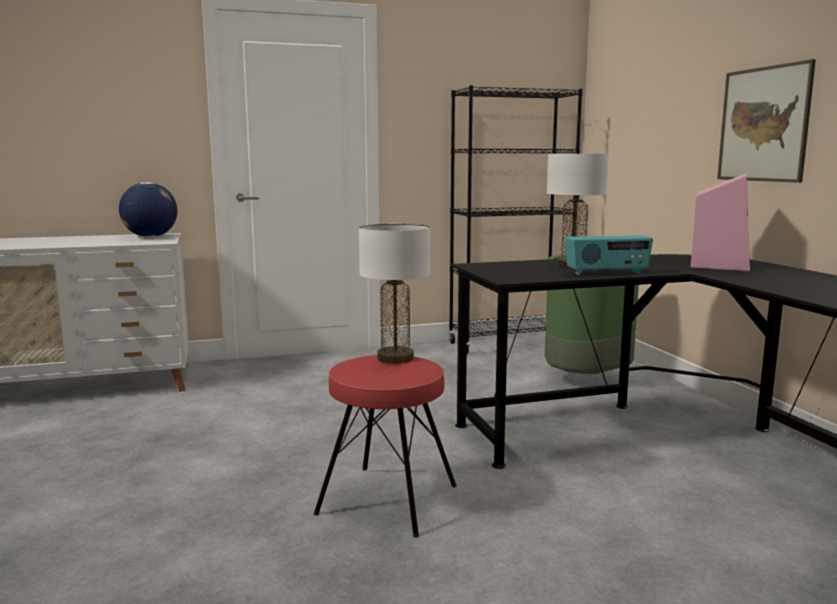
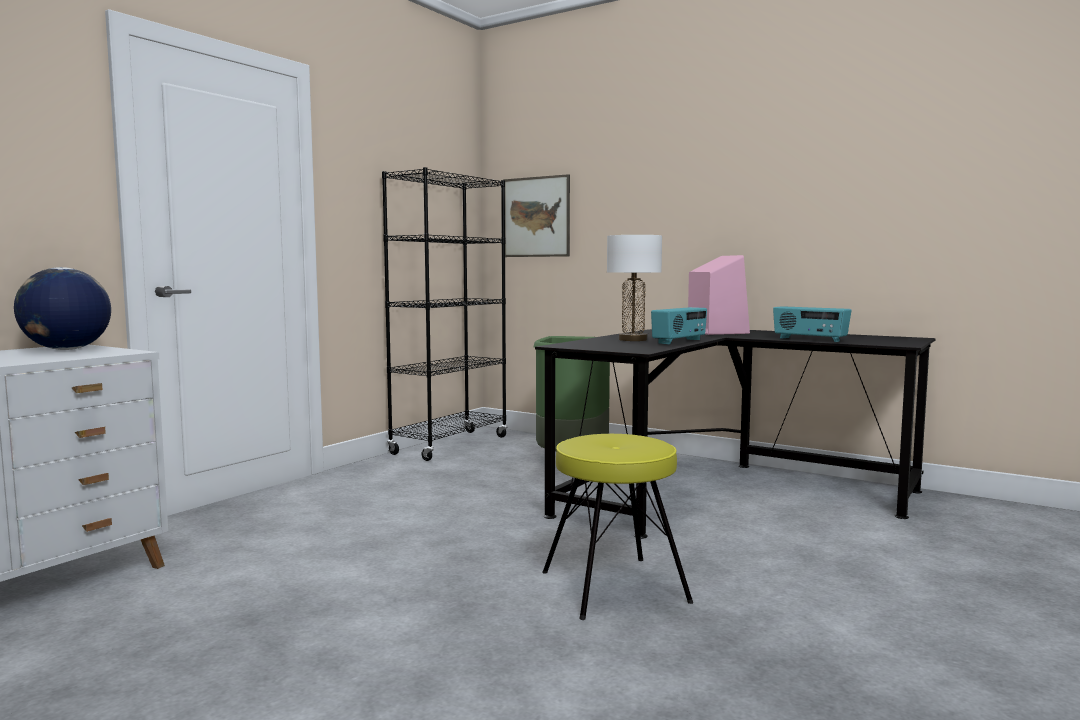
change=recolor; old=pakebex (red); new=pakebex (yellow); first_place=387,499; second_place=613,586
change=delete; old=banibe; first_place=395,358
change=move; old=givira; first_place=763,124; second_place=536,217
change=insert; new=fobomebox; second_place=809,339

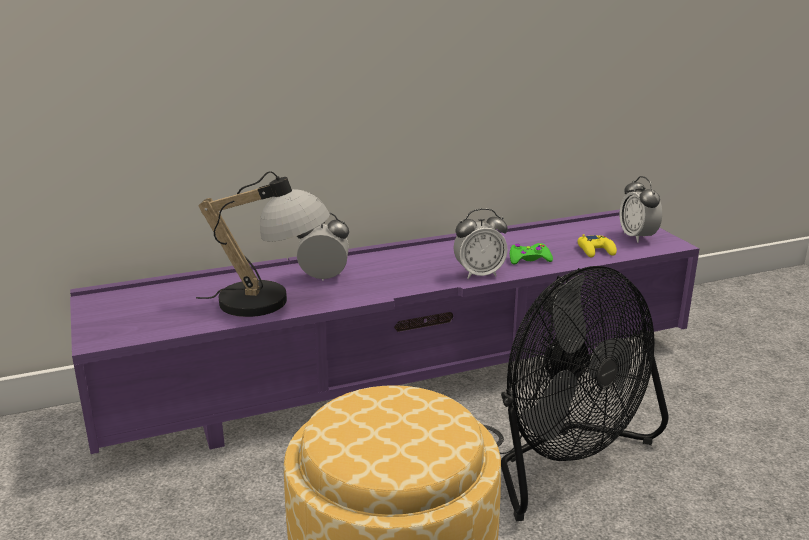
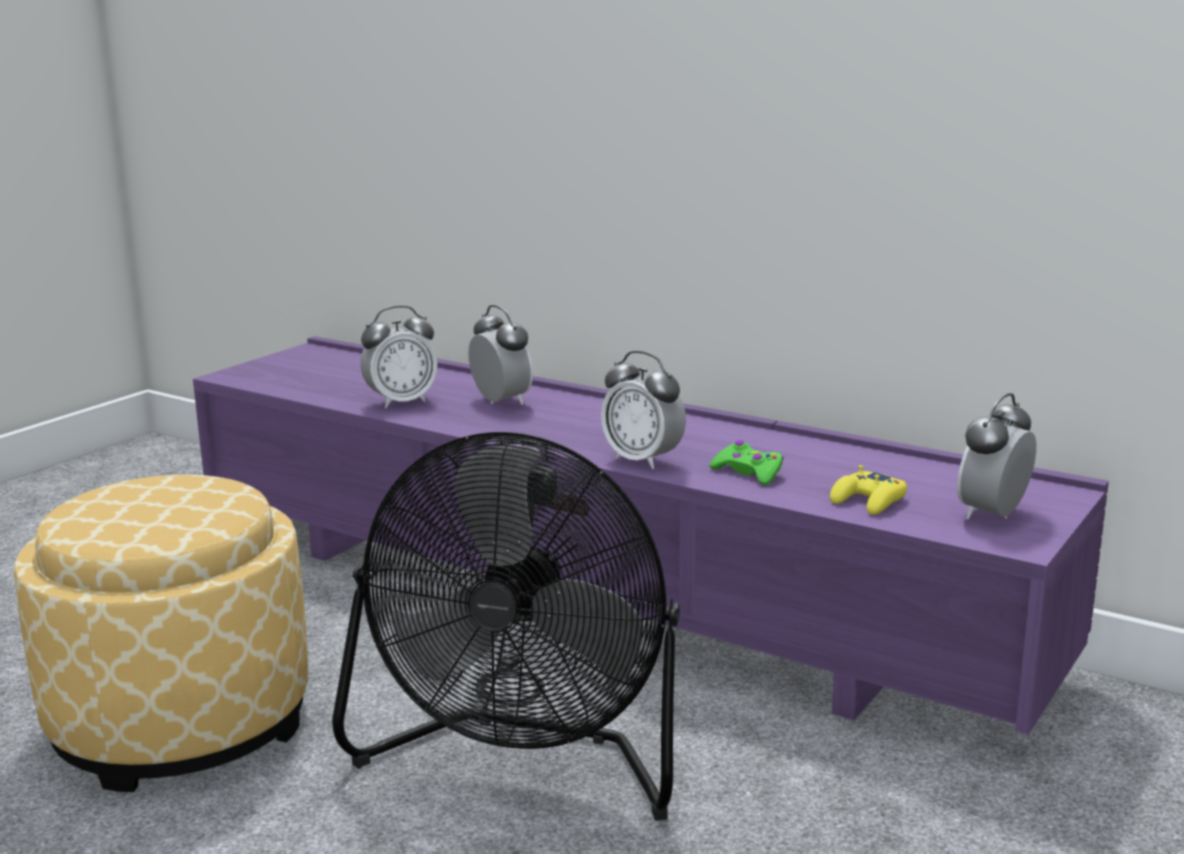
change=replace; old=banibe; new=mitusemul; first_place=272,302; second_place=401,402

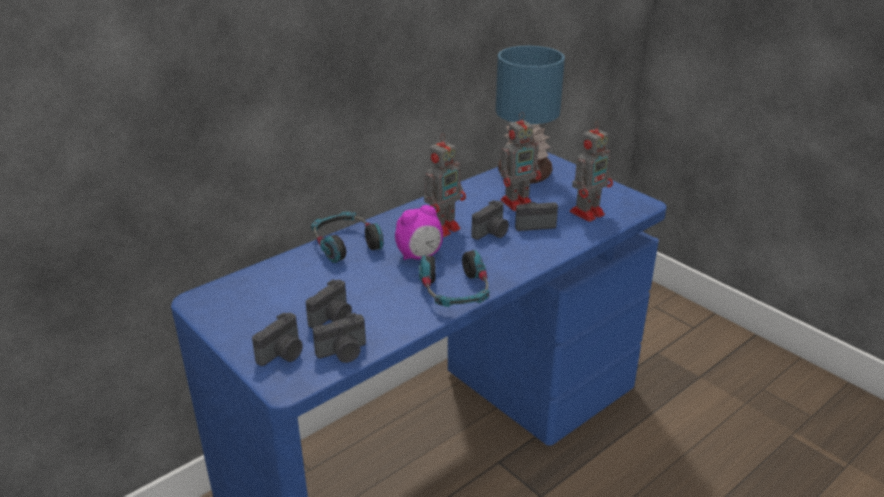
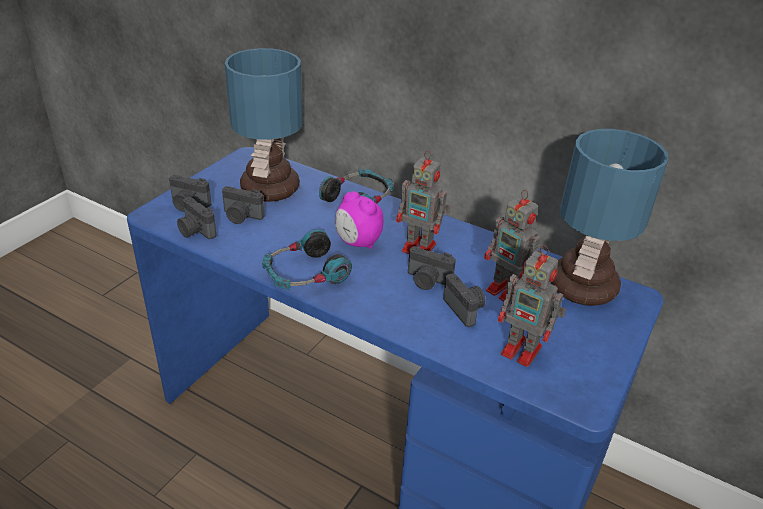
change=insert; new=banibe; second_place=270,187

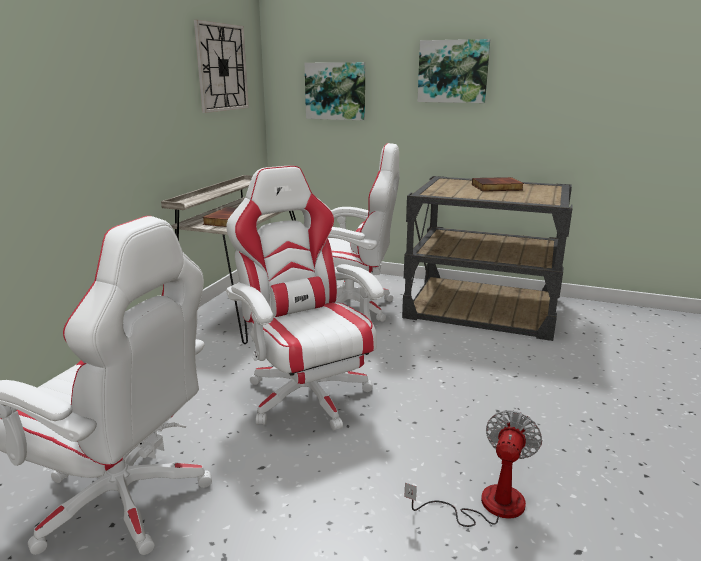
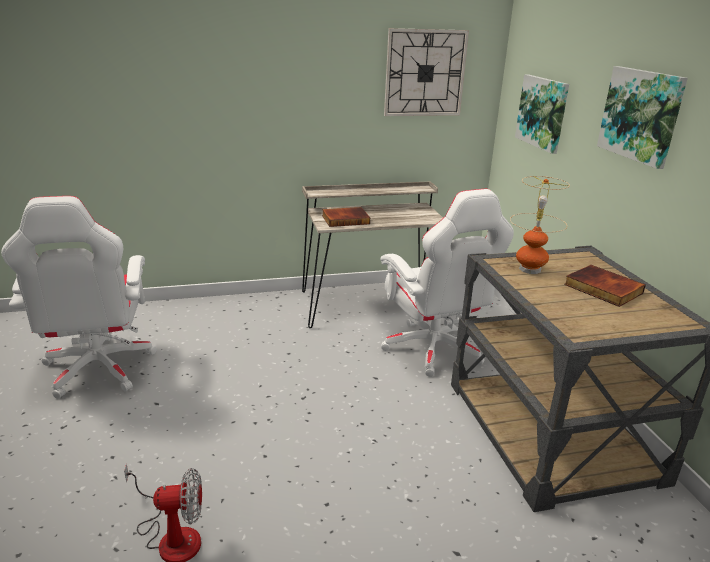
change=delete; old=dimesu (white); first_place=307,396
change=insert; new=banibe; second_place=529,269

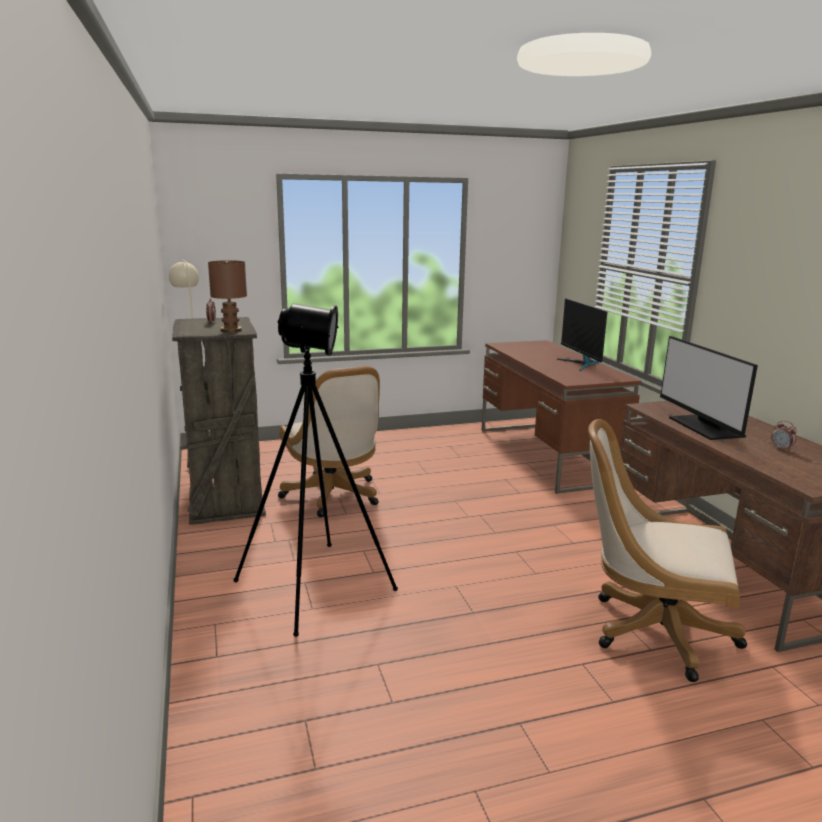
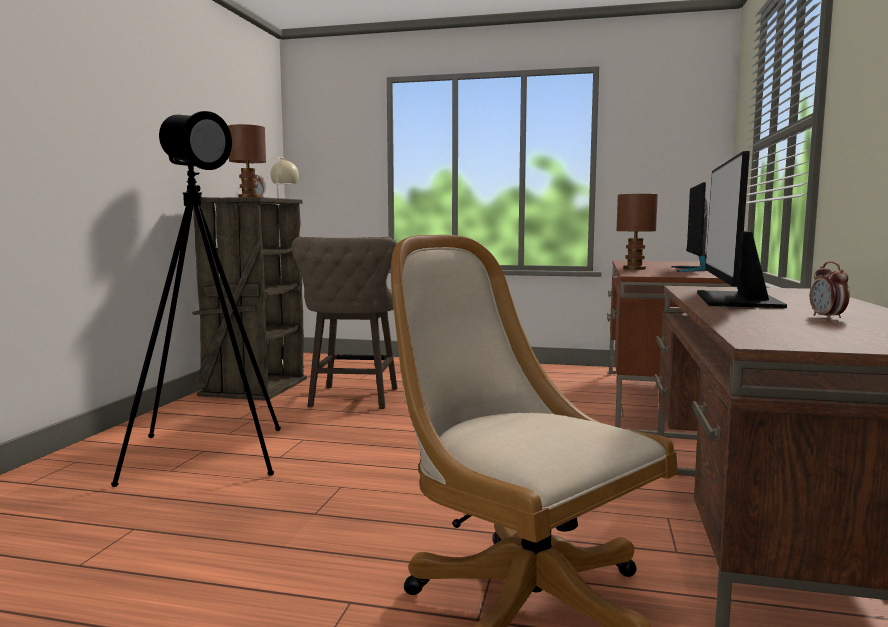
change=replace; old=dimesu; new=pakebex (beige); first_place=334,497; second_place=353,398
change=insert; new=banibe (brown); second_place=634,268

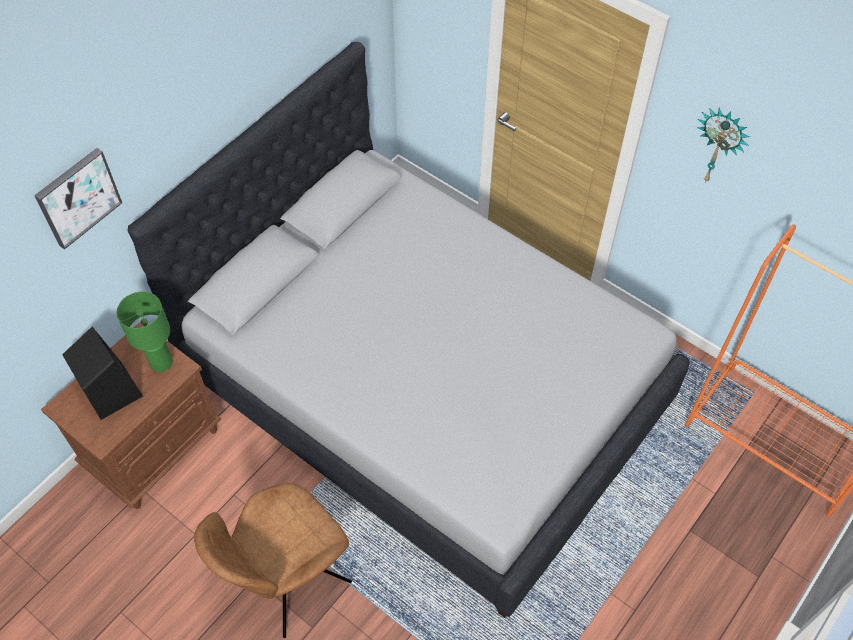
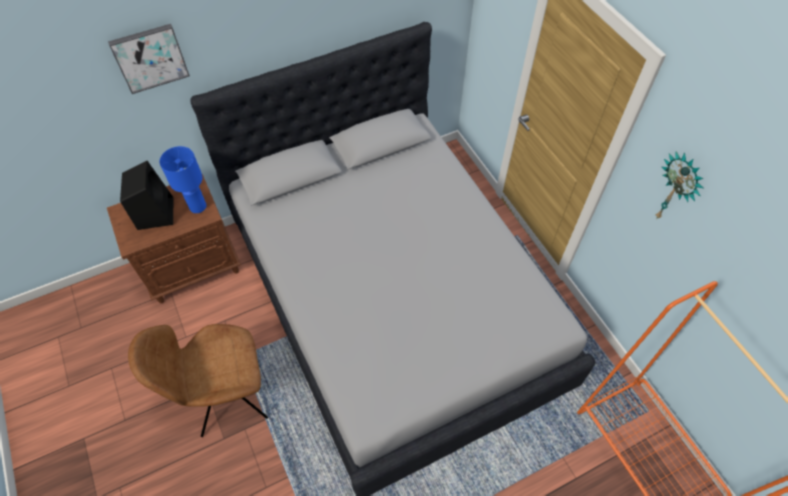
change=recolor; old=banibe (green); new=banibe (blue); first_place=162,363; second_place=198,207

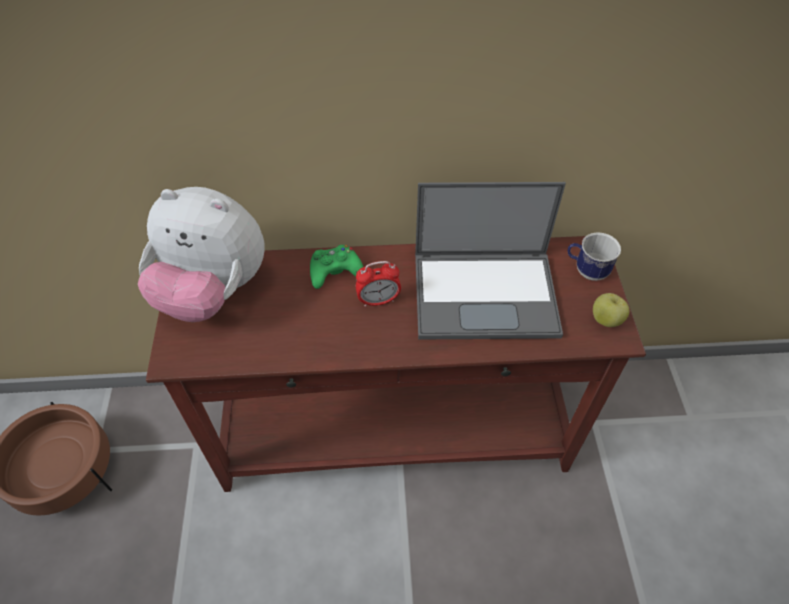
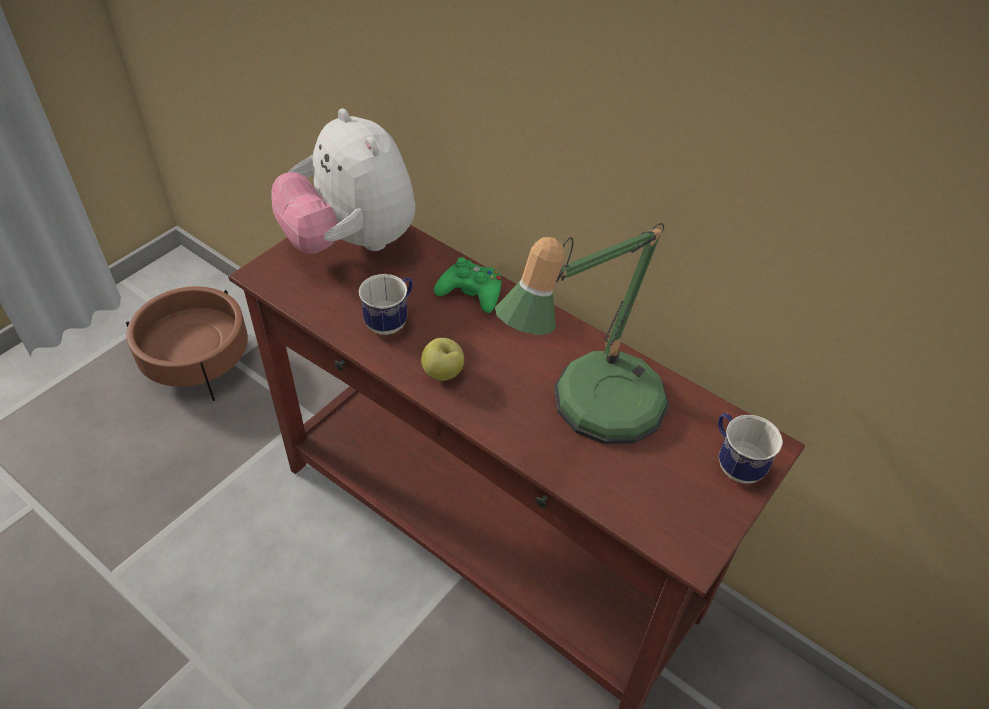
change=delete; old=mitusemul; first_place=378,300
change=replace; old=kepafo; new=banibe; first_place=486,293; second_place=593,409
change=move; old=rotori; first_place=606,320; second_place=443,373
change=insert; new=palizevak; second_place=391,321

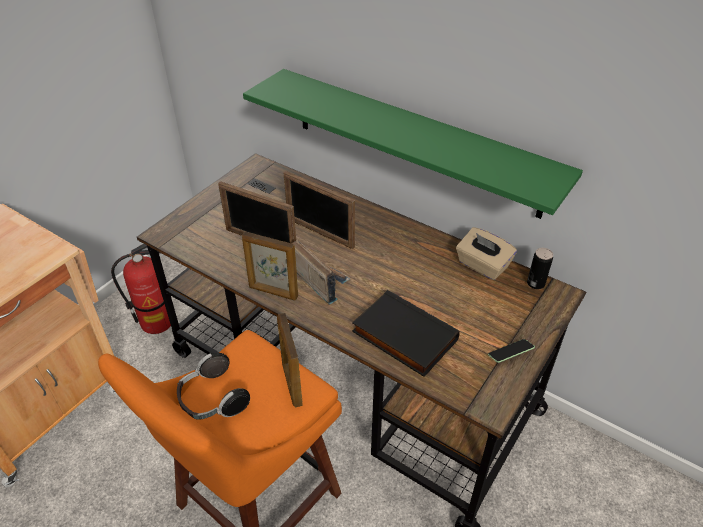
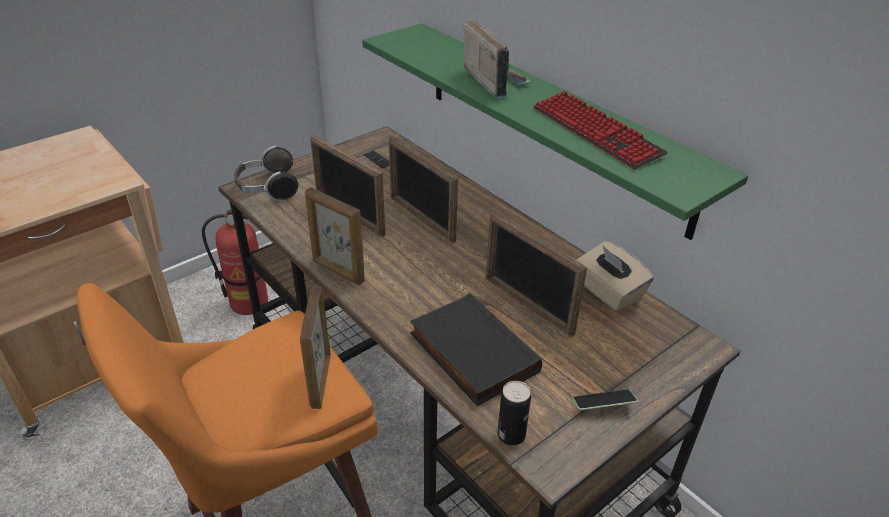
change=move; old=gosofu; first_place=212,400; second_place=267,188
change=move; old=fobomebox; first_place=320,280; second_place=494,80
change=move; old=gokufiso; first_place=535,283; second_place=511,434
change=insert; new=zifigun; second_place=527,305
change=insert; new=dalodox; second_place=595,132

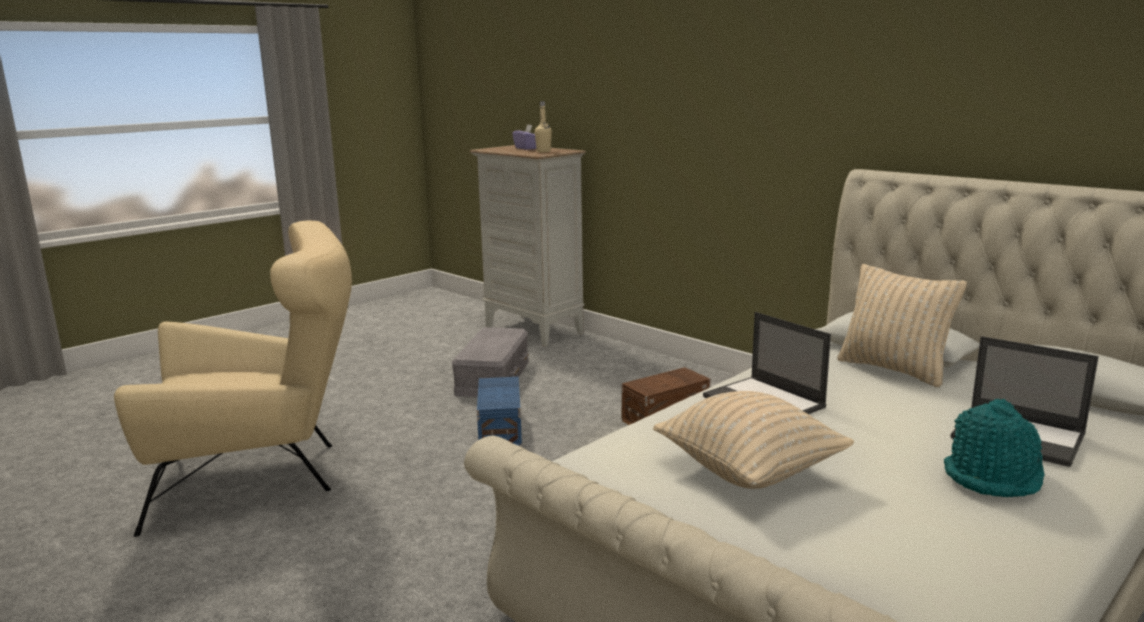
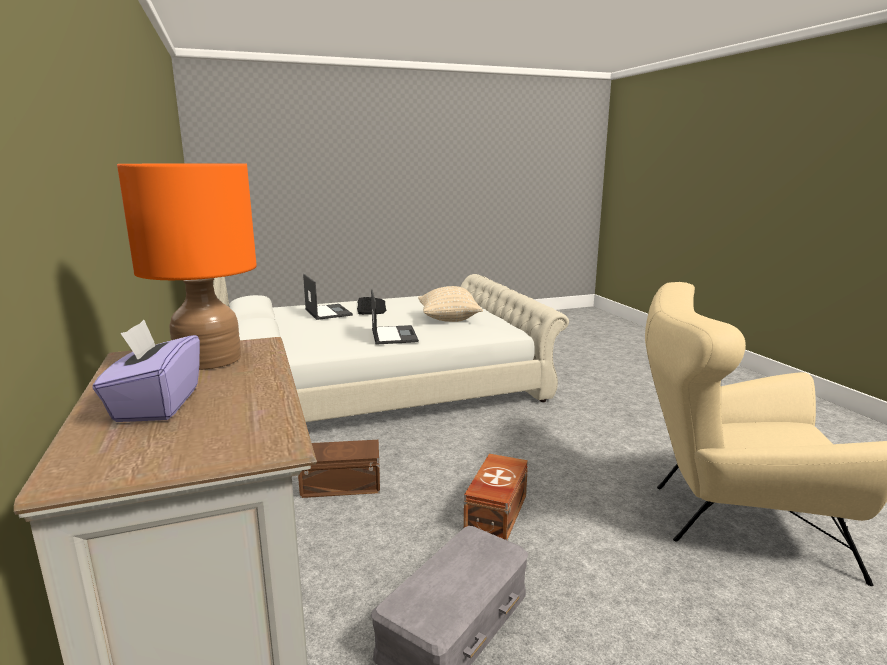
change=recolor; old=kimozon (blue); new=kimozon (brown); first_place=501,429; second_place=494,513
change=replace; old=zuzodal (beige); new=banibe (orange); first_place=543,151; second_place=207,359
change=delete; old=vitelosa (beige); first_place=893,370
change=replace; old=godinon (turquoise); new=dalodox; first_place=993,477; second_place=371,307

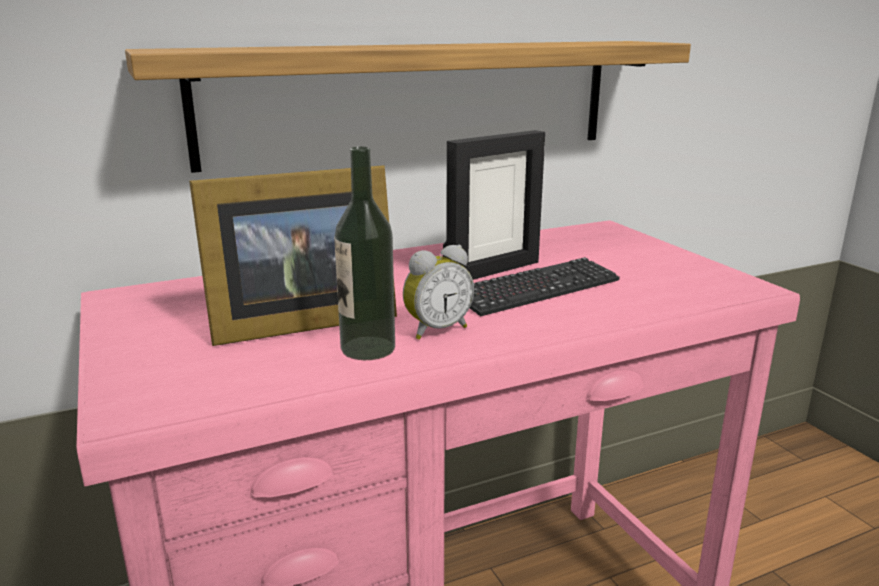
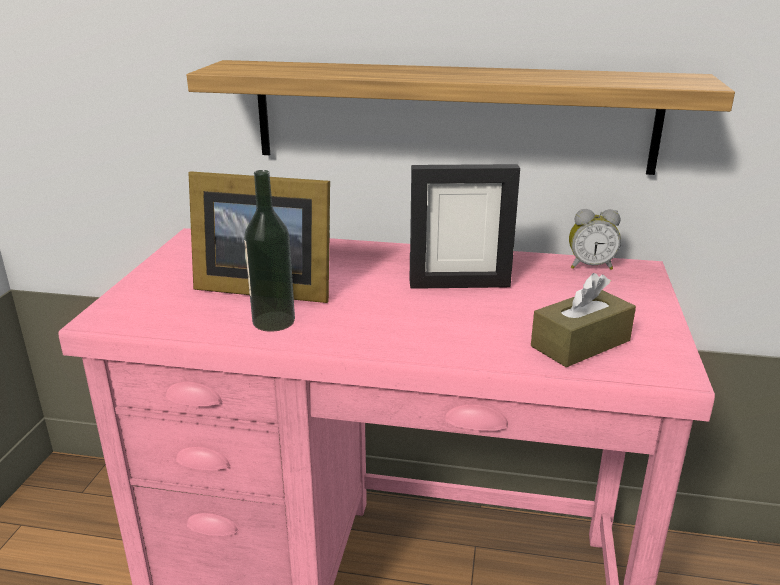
change=move; old=mitusemul; first_place=436,330; second_place=590,266
change=delete; old=dalodox; first_place=536,289
change=insert; new=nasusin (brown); second_place=580,343

